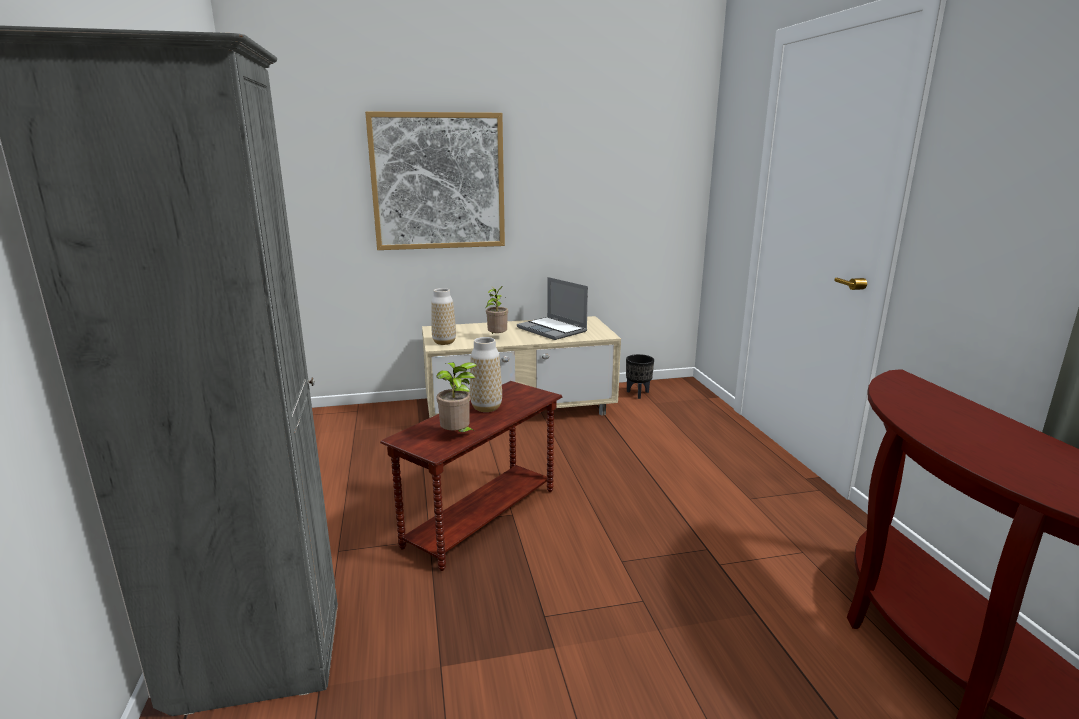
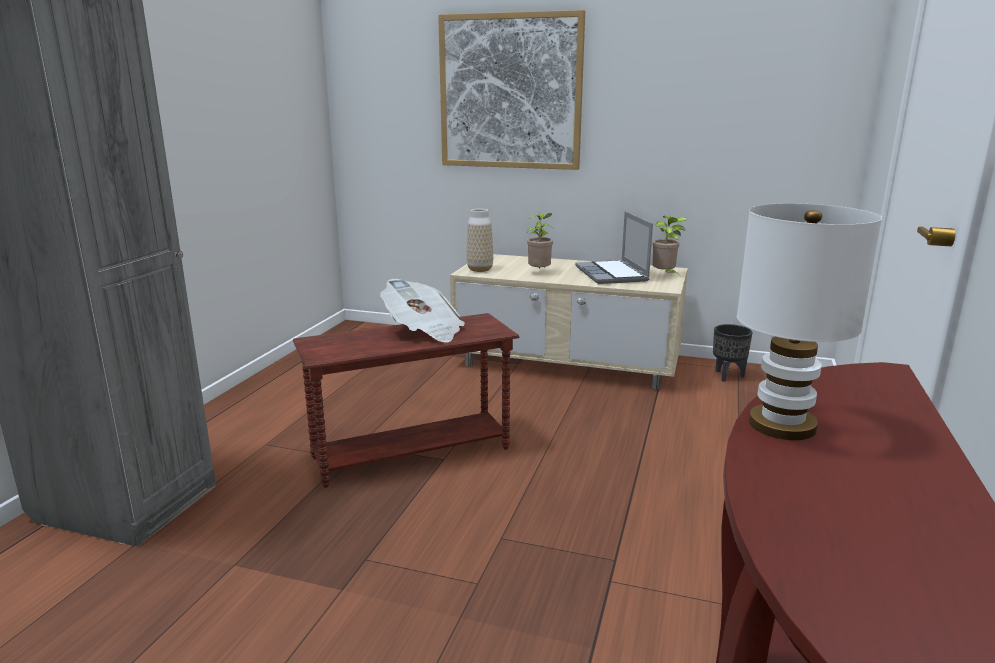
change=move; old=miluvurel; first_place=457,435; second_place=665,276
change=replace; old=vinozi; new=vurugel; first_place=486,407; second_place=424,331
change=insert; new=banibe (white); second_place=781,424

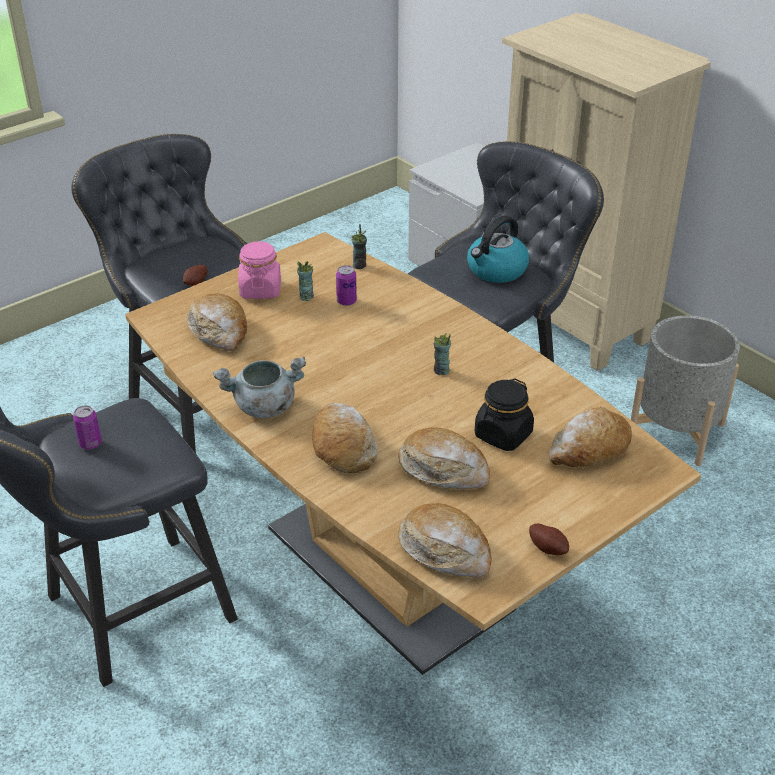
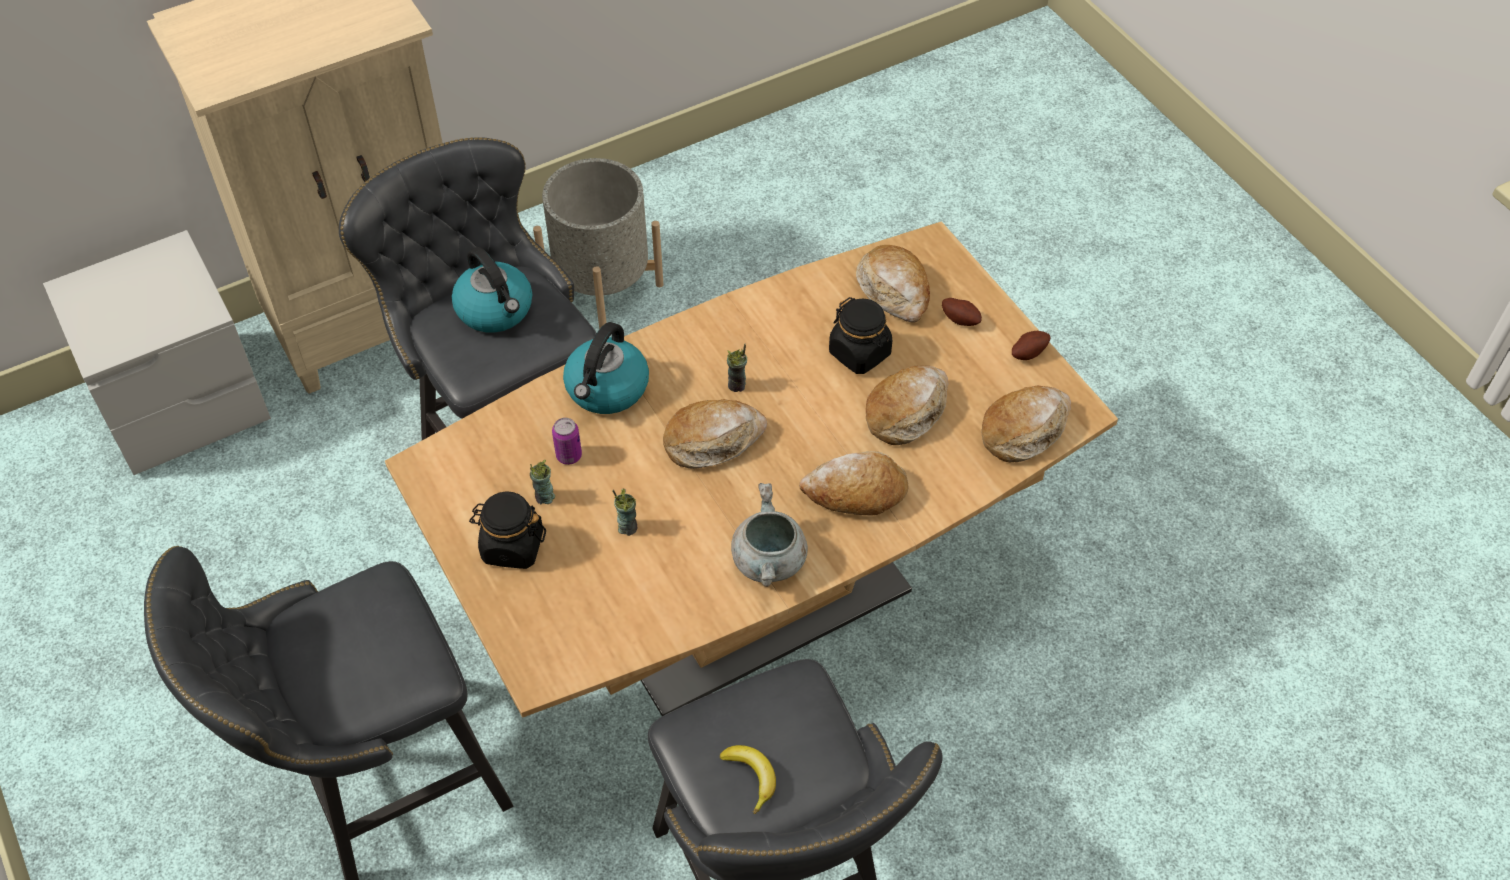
change=replace; old=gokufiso; new=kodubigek; first_place=90,444; second_place=751,777
change=move; old=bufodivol; first_place=197,283; second_place=961,319
change=move; old=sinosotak; first_place=220,331; second_place=713,441
change=recolor; old=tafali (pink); new=tafali (black); first_place=260,290; second_place=512,546
change=move; old=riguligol; first_place=359,265; second_place=627,527
change=insert; new=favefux; second_place=607,389

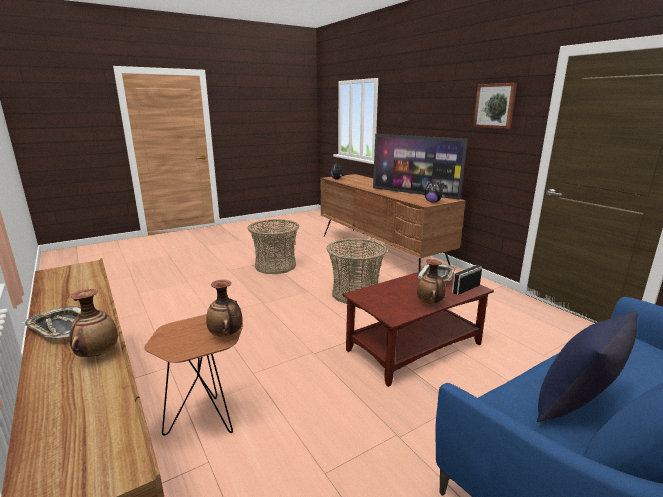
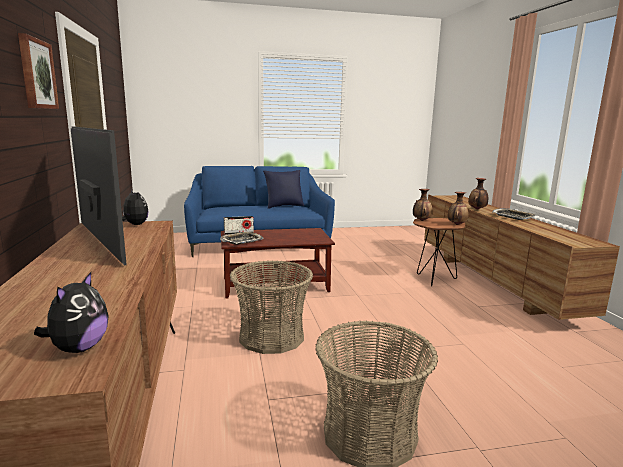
change=move; old=vinozi; first_place=430,303; second_place=456,224

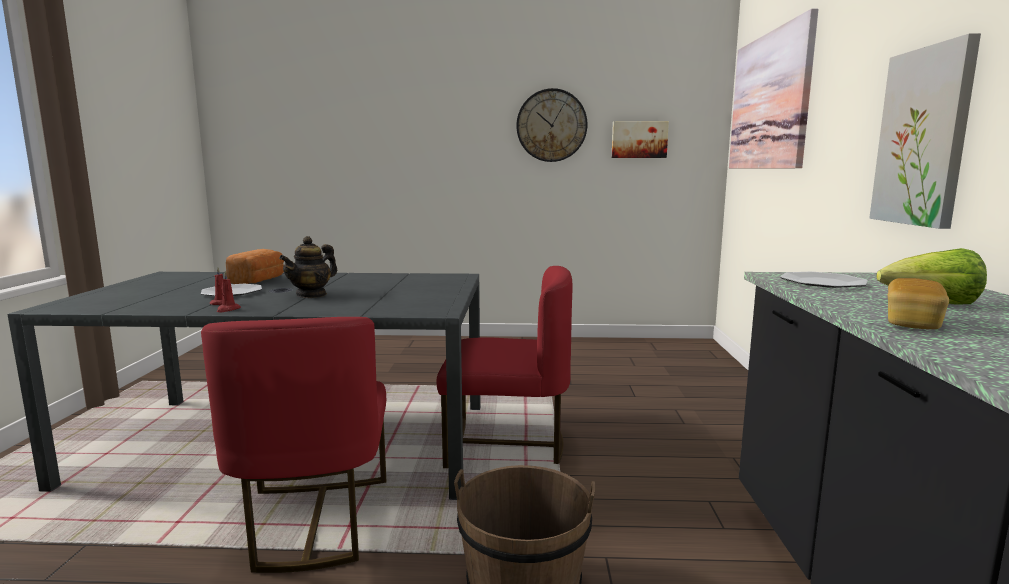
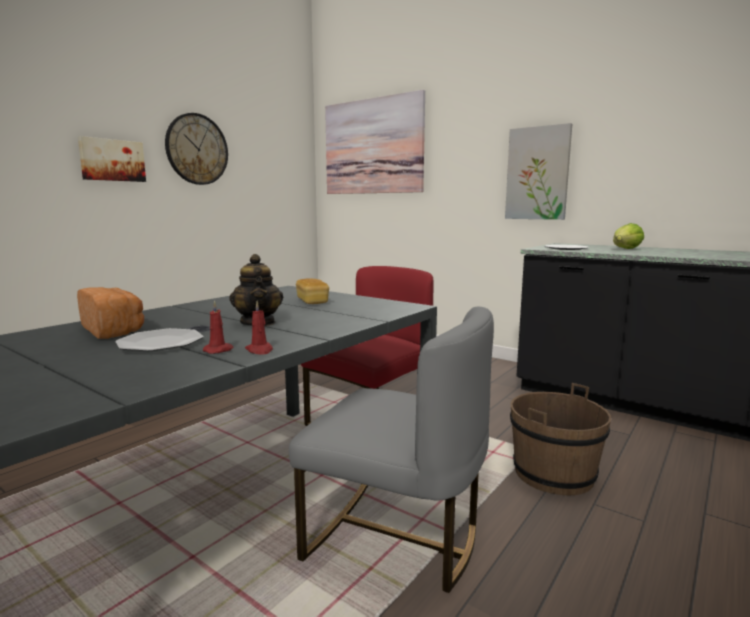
change=recolor; old=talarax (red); new=talarax (grey); first_place=314,523; second_place=396,538
change=move; old=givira; first_place=639,139; second_place=112,160
change=move; old=sinosotak; first_place=912,322; second_place=312,301

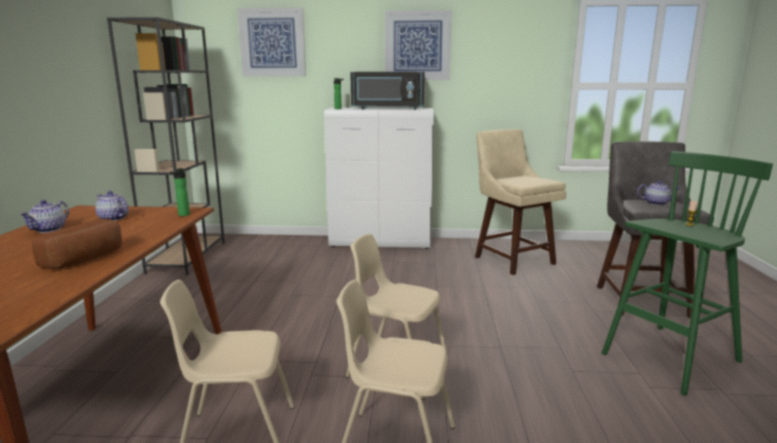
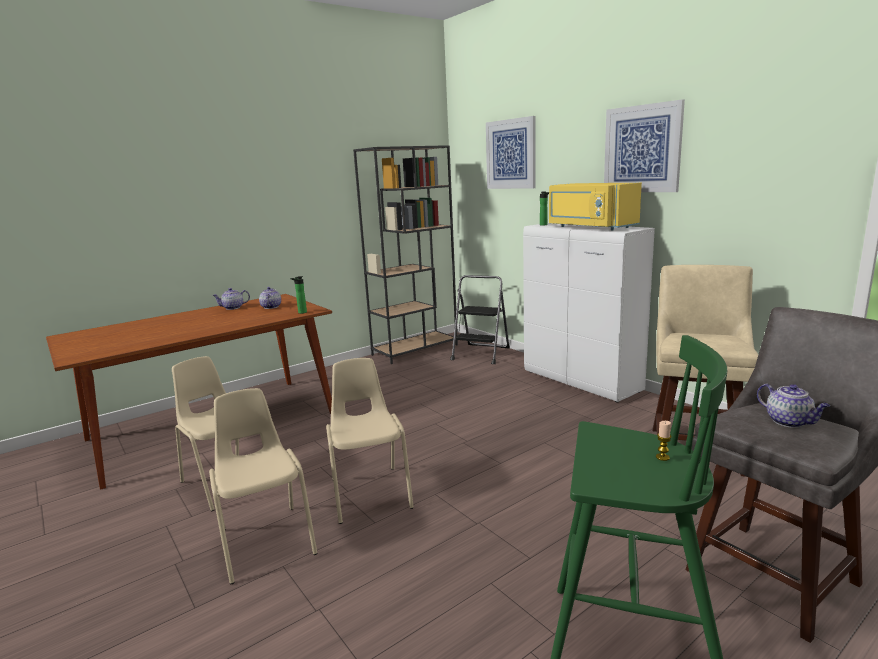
change=delete; old=sinosotak; first_place=87,259
change=recolor; old=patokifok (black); new=patokifok (yellow); first_place=387,109; second_place=589,227
change=insert; new=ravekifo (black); second_place=482,353

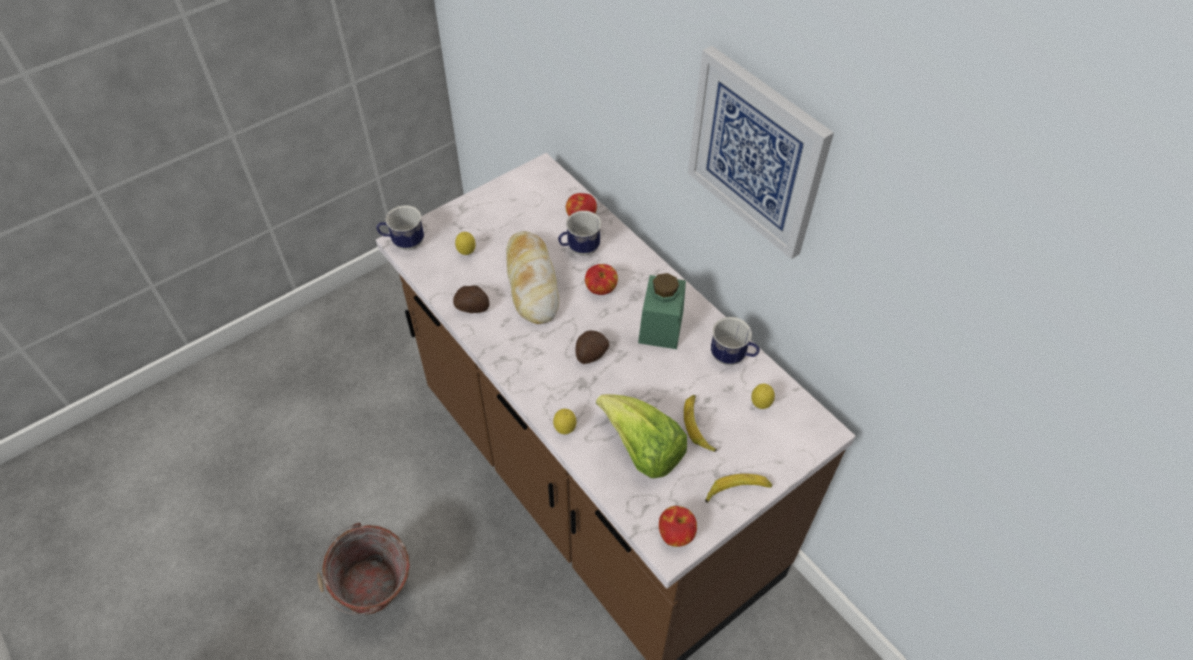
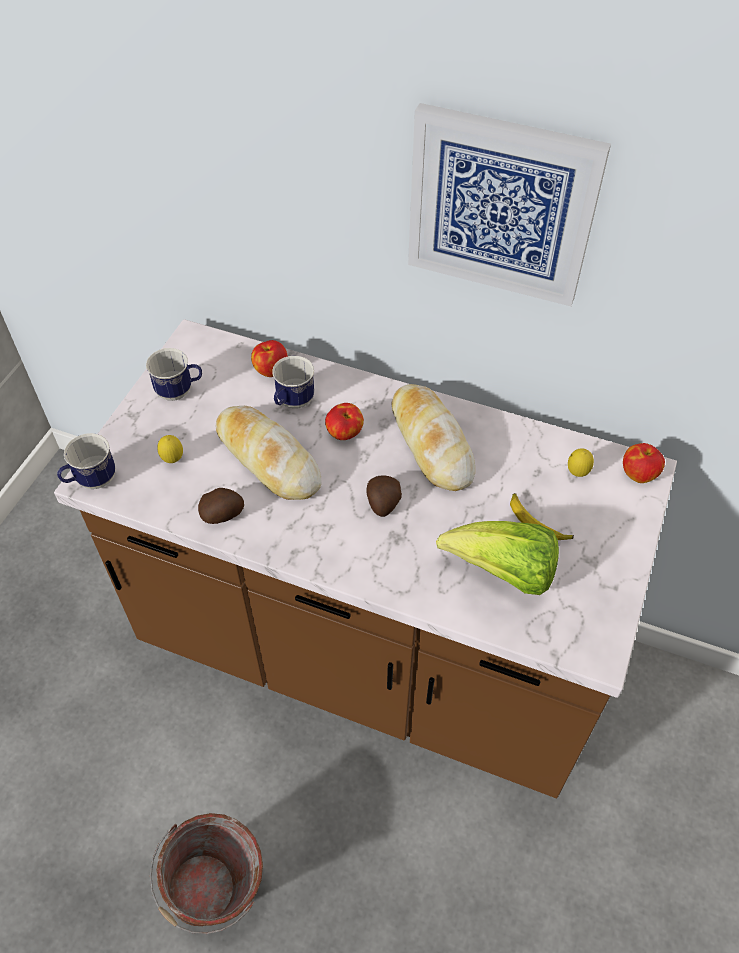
change=delete; old=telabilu; first_place=565,430
change=replace; old=tafali (green); new=sinosotak; first_place=661,327; second_place=431,443
change=move; old=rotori; first_place=676,534; second_place=638,474
change=delete; old=kodubigek; first_place=737,491
change=move; old=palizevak; first_place=732,357; second_place=180,391

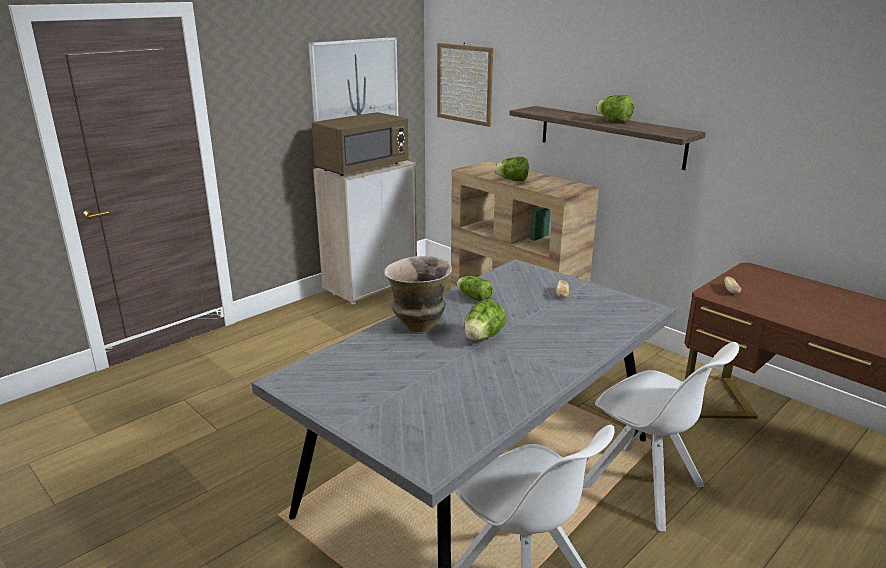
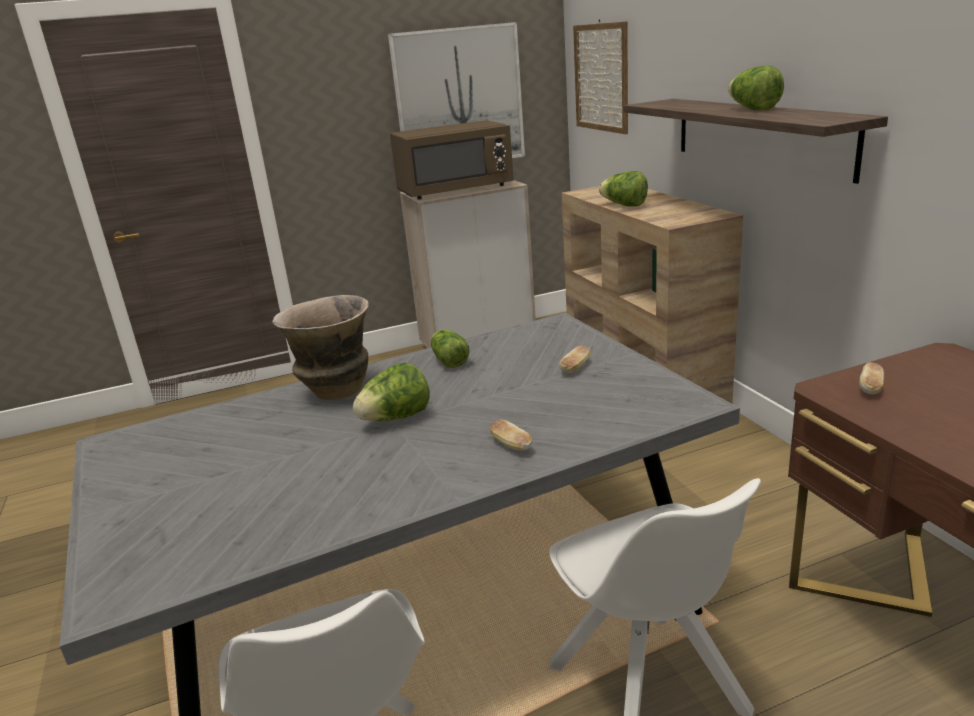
change=insert; new=sinosotak; second_place=511,446

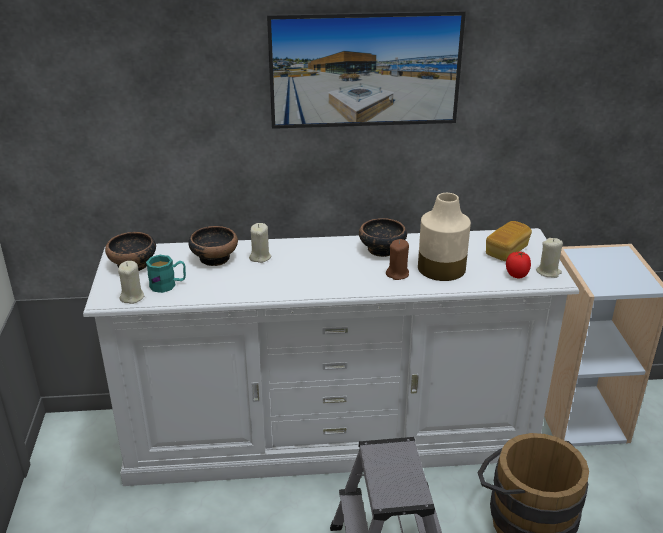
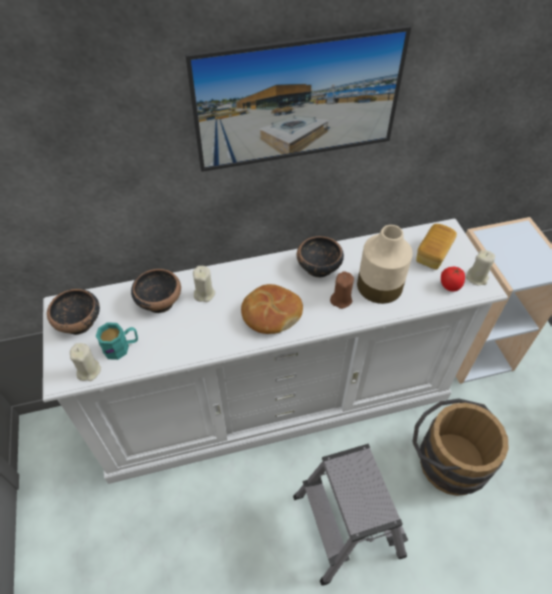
change=insert; new=sinosotak; second_place=270,314

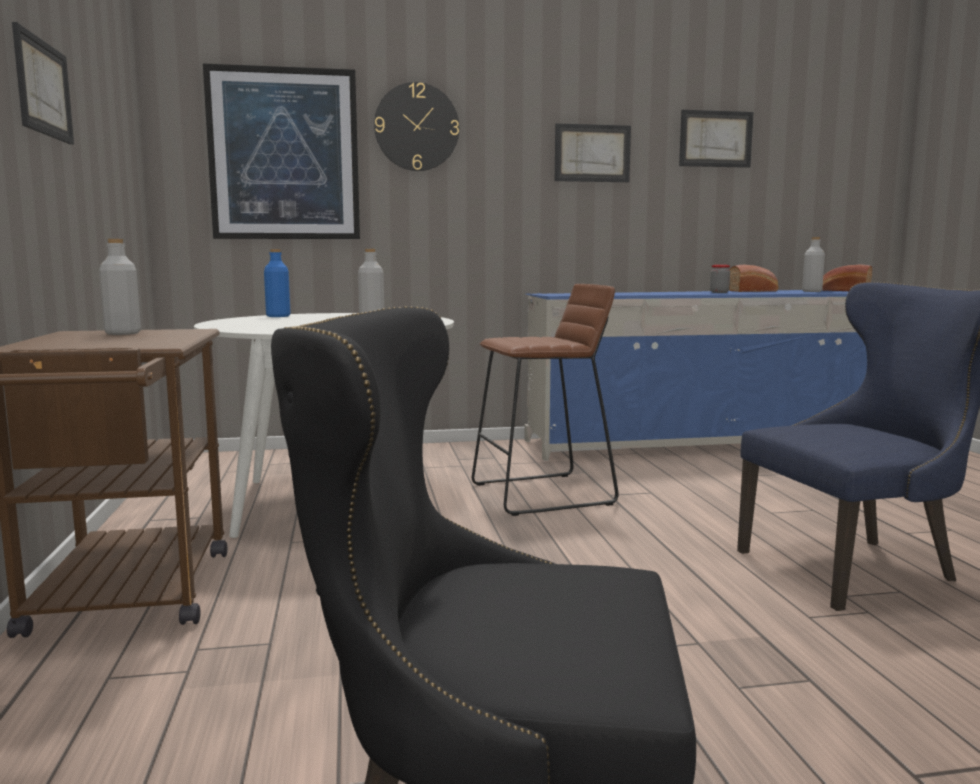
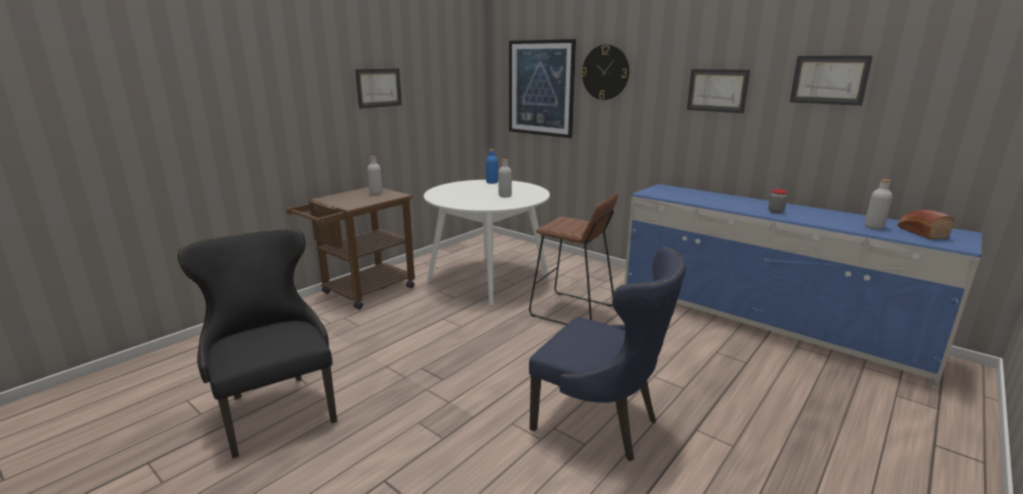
change=delete; old=sinosotak; first_place=754,291

